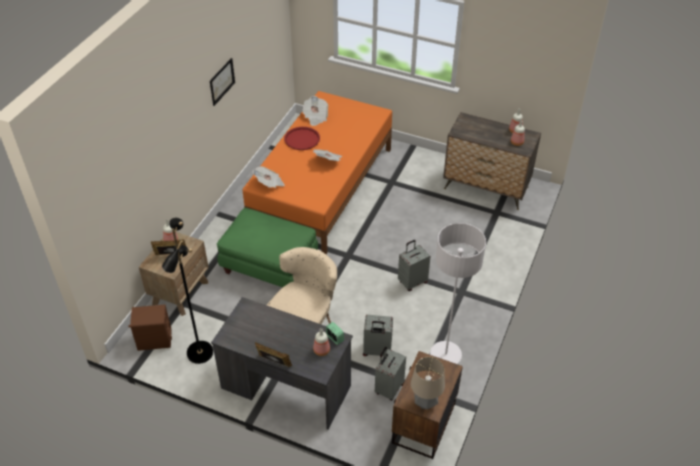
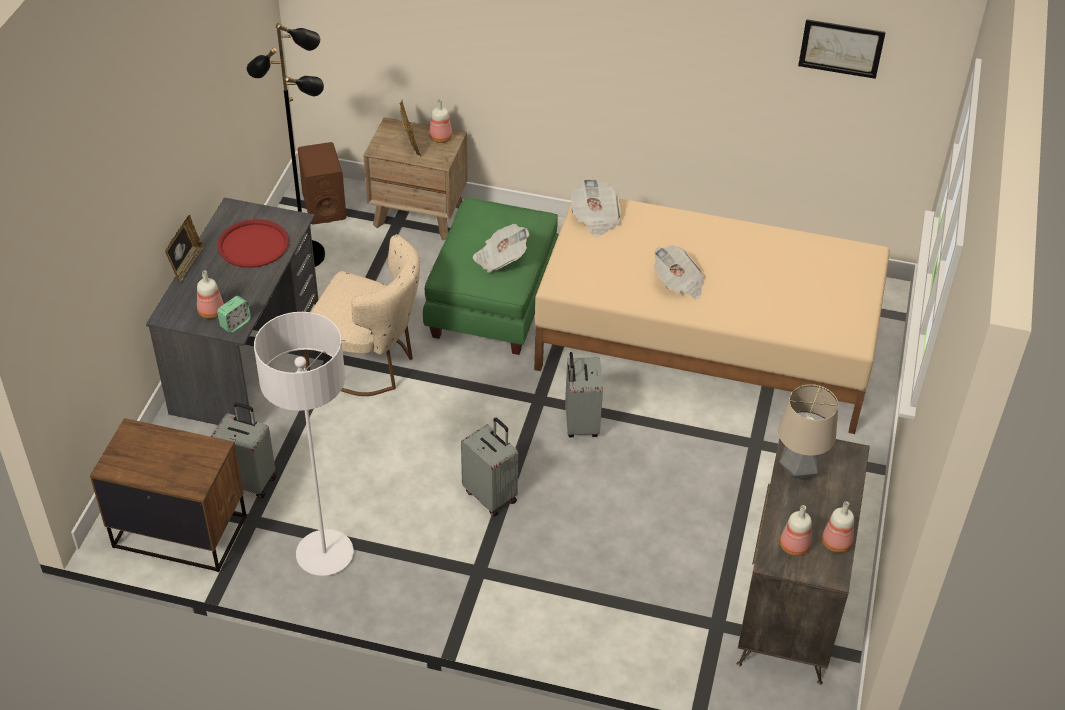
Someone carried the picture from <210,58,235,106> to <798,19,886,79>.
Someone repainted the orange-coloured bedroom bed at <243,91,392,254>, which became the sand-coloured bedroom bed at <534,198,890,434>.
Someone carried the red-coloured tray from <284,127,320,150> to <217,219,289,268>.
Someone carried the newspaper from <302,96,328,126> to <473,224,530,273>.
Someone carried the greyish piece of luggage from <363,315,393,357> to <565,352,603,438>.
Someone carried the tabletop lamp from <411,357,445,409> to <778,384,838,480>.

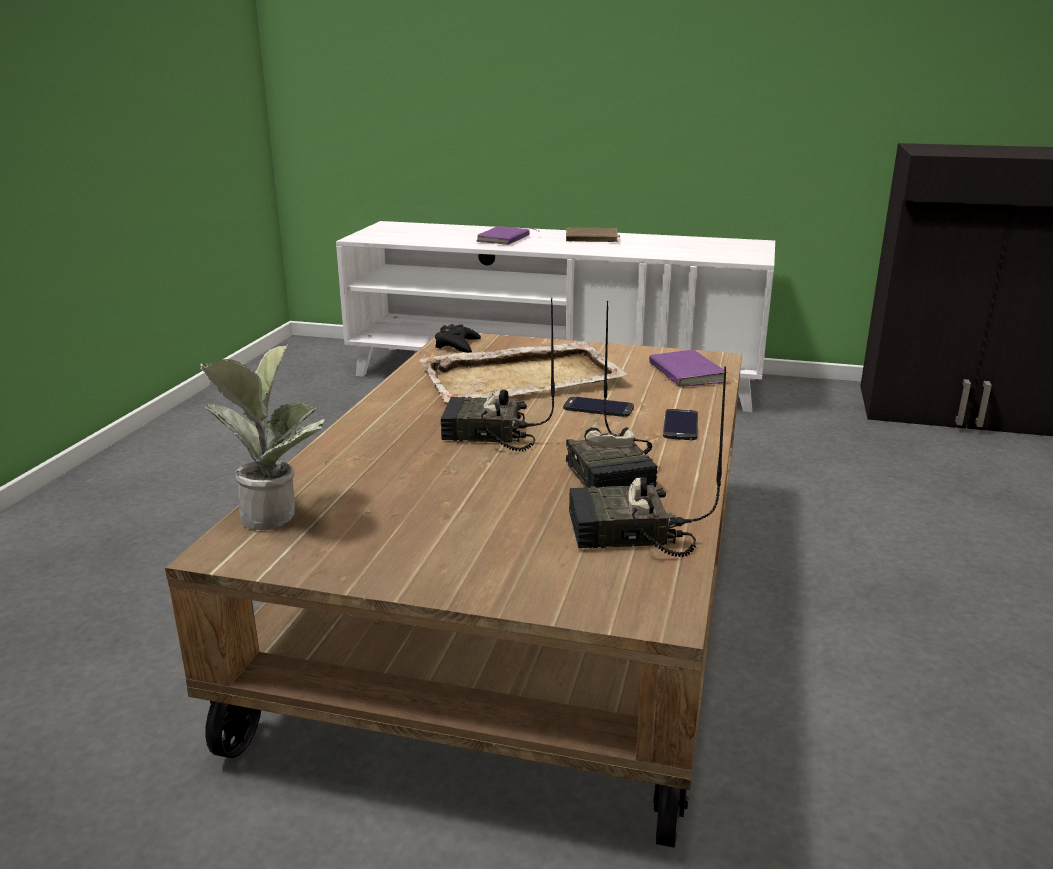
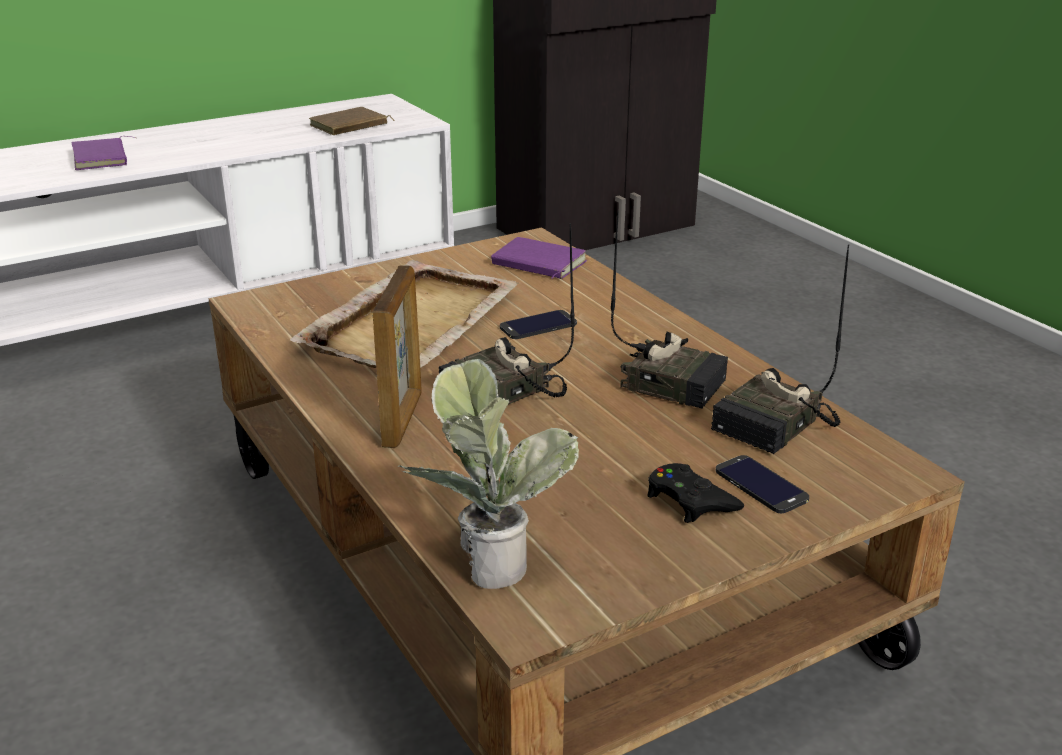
Someone carried the black-coloured game controller from <435,324,481,353> to <647,463,744,523>.
Someone carried the brownish volume from <566,227,620,242> to <309,107,395,135>.
Someone carried the telephone from <663,409,698,440> to <715,455,809,513>.
Someone put down the standing frame at <373,265,422,448>.

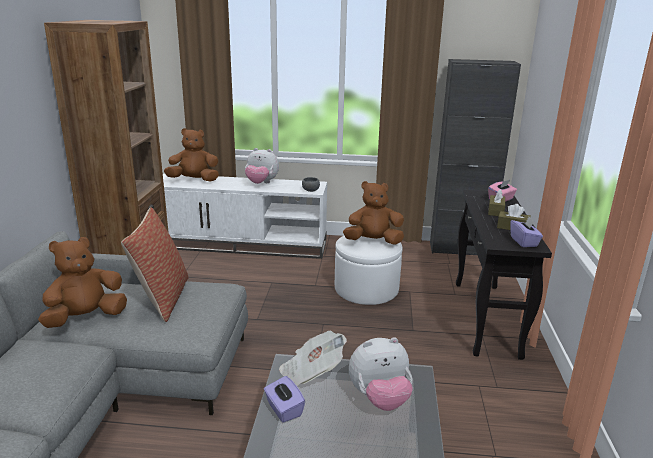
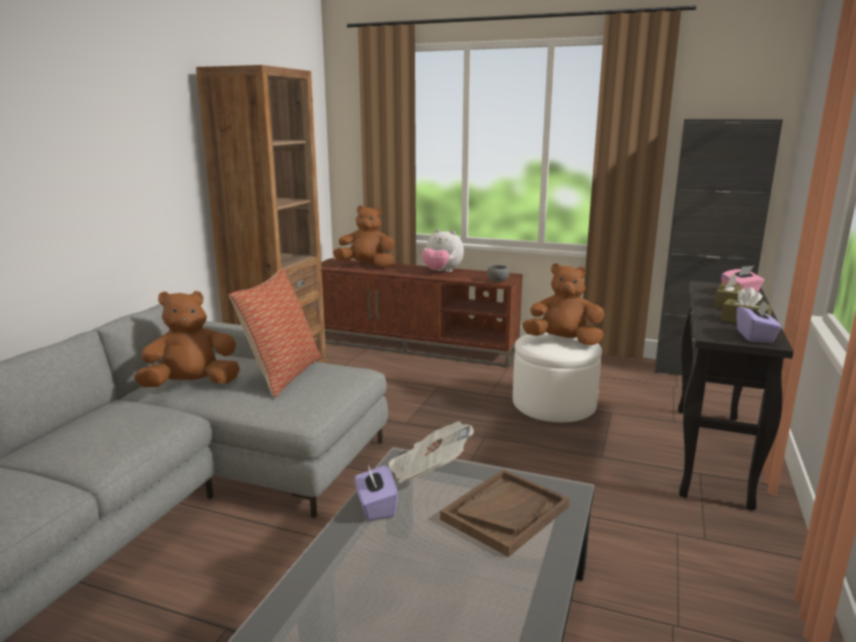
Someone repainted the white-coloured tv unit at <163,174,327,259>, which became the brownish tv unit at <321,258,523,367>.
Someone swapped the cuddly toy at <349,337,413,411> for the brownish tray at <440,469,570,557>.

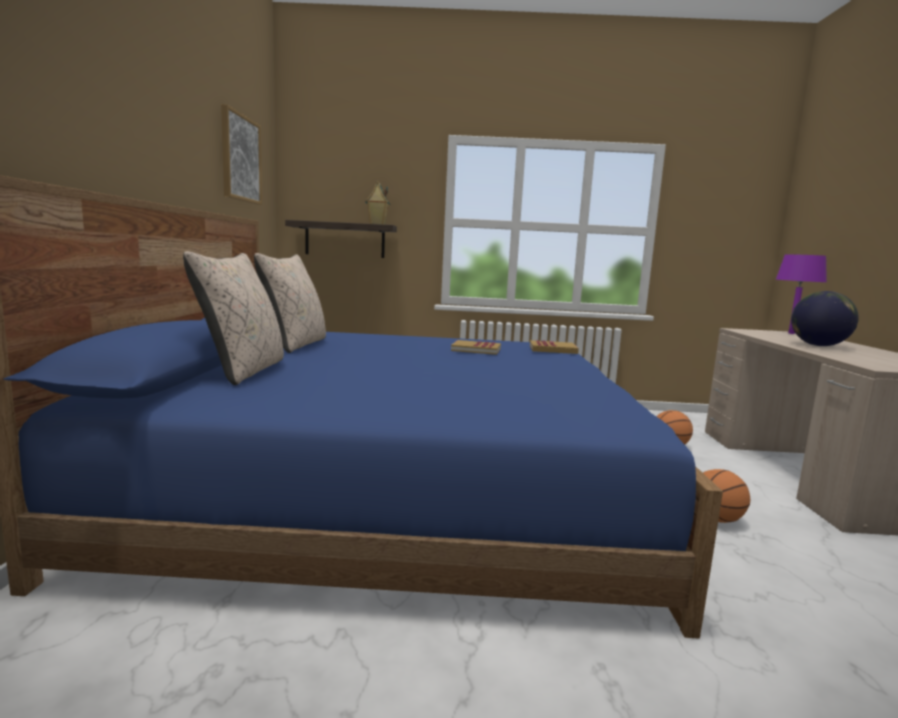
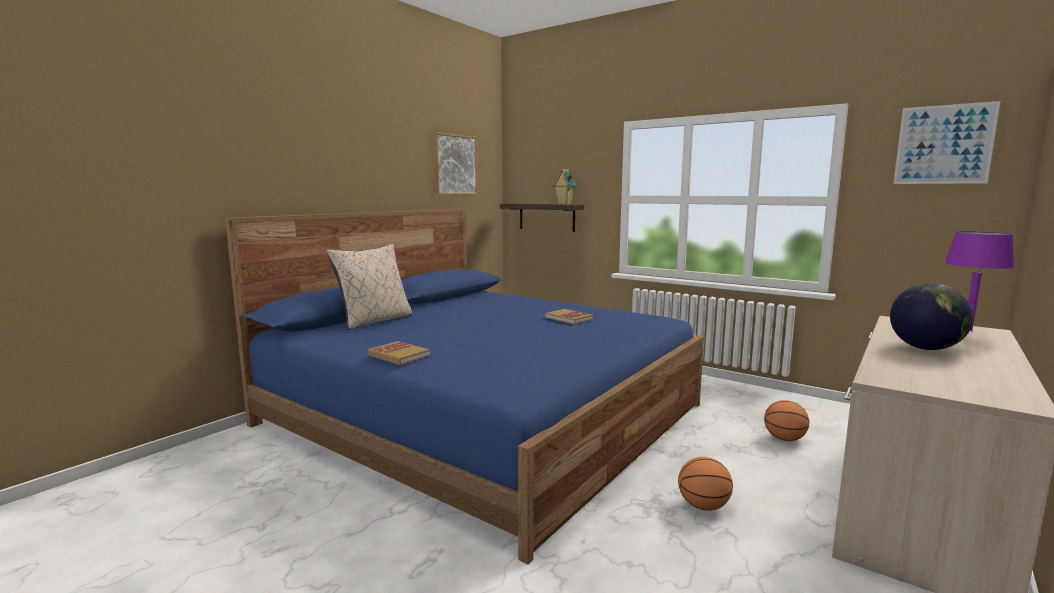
Someone took away the sand-coloured throw pillow at <254,253,326,353>.
Someone carried the volume from <530,340,579,354> to <368,341,430,365>.
Someone put up the picture at <893,101,1000,184>.

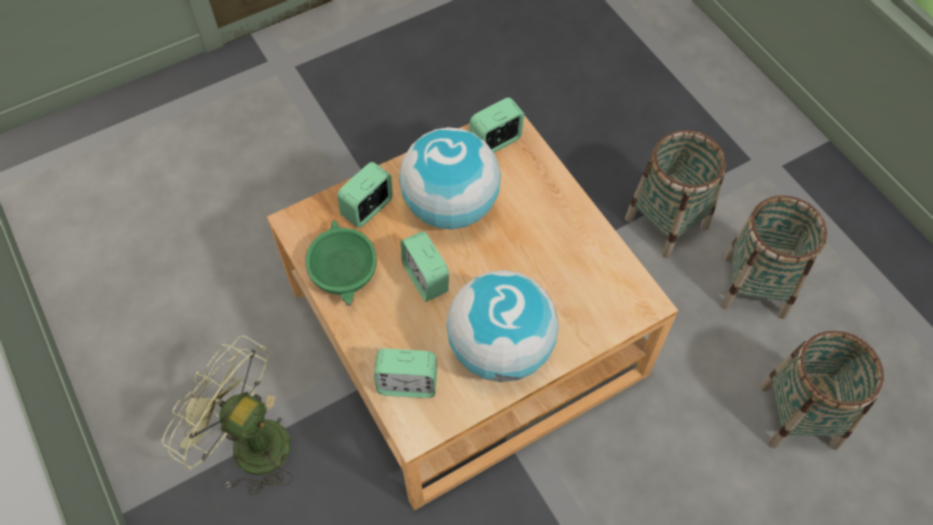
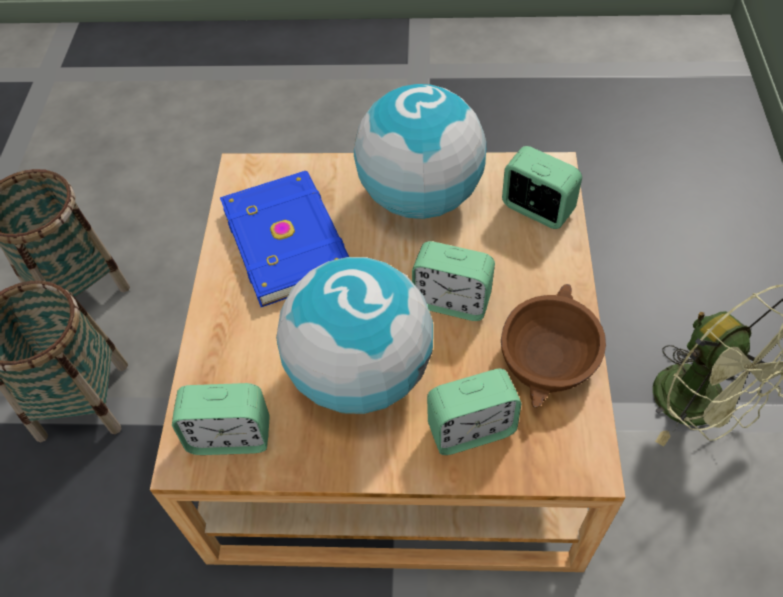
Someone repainted the greenish bowl at <305,220,377,306>, which became the brownish bowl at <501,284,606,408>.
Someone rotated the table clock at <401,231,449,302> by 105 degrees clockwise.
Someone took away the household basket at <760,330,884,450>.
Someone put down the bluish volume at <220,171,349,307>.

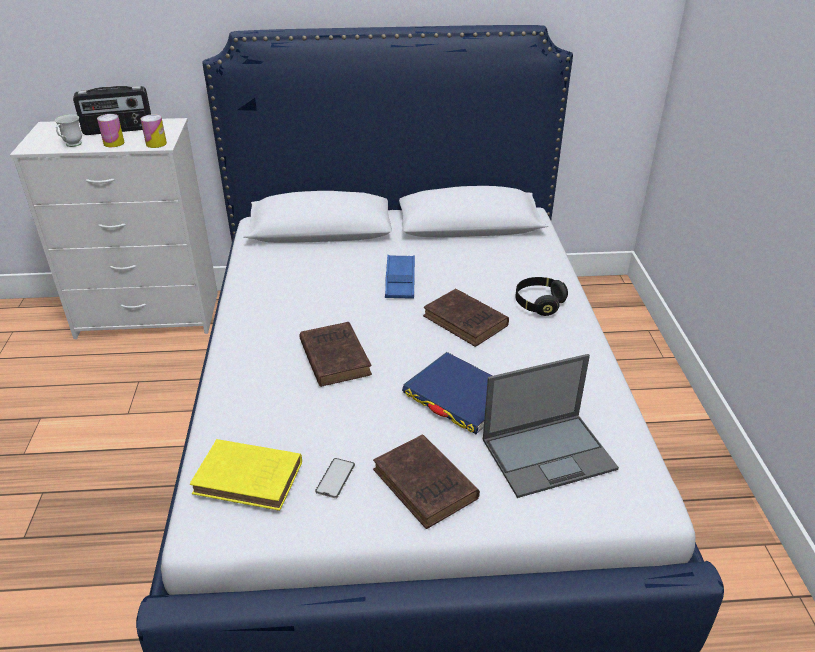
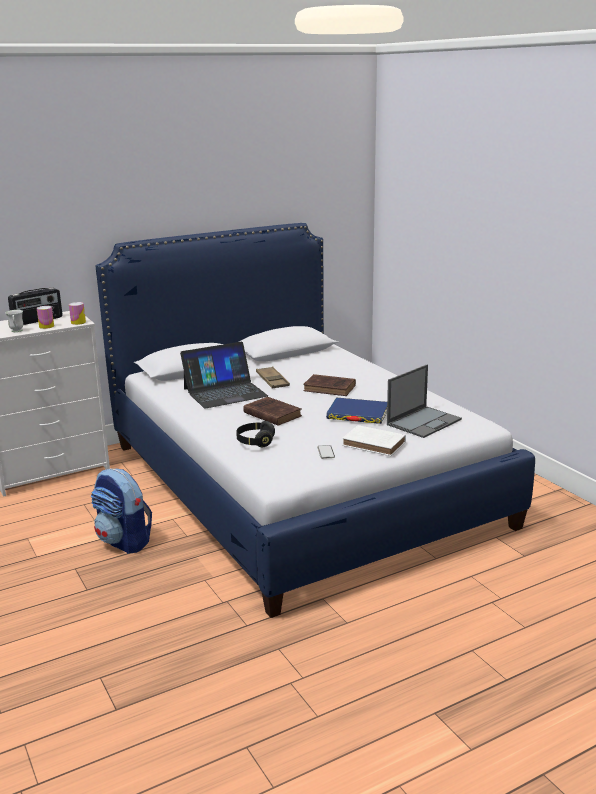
Someone took away the yellow volume at <190,439,302,511>.
Someone repainted the brownish volume at <373,435,480,529>, which became the white-coloured volume at <342,425,406,456>.
Someone repainted the bluish tray at <385,255,415,299>, which became the brownish tray at <256,366,290,389>.
Someone carried the black-coloured headset from <515,277,568,316> to <236,421,275,447>.
Someone put down the backpack at <91,468,152,554>.
Someone put down the portable computer at <180,342,268,409>.

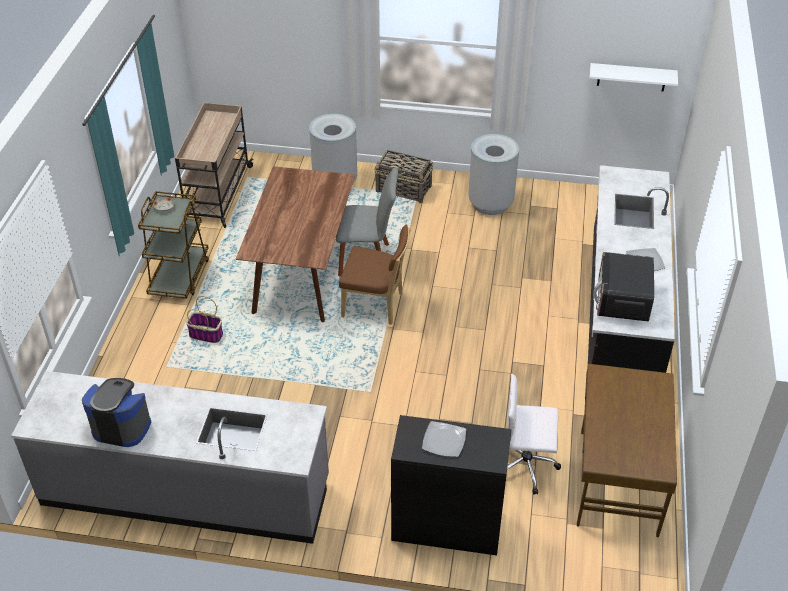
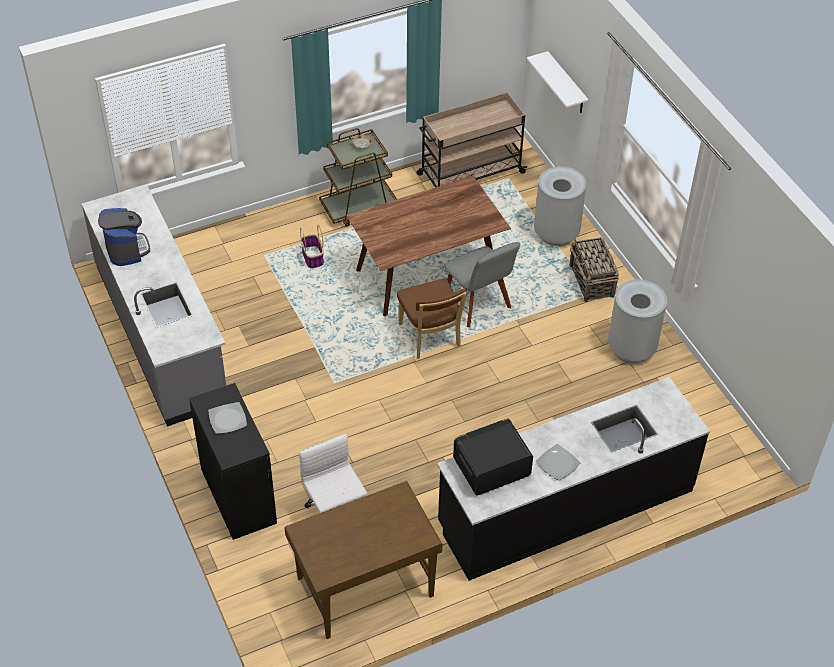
Someone carried the white-coloured wall shelf from <590,63,678,92> to <527,51,588,113>.

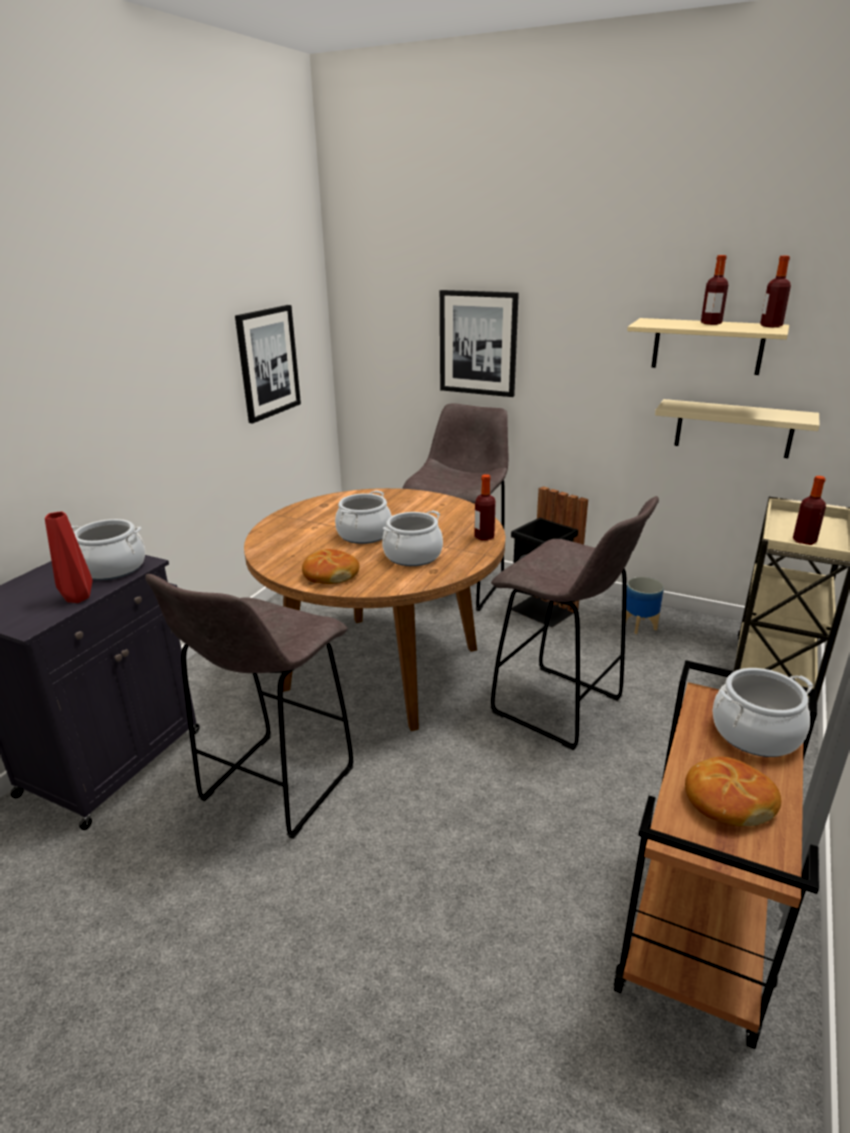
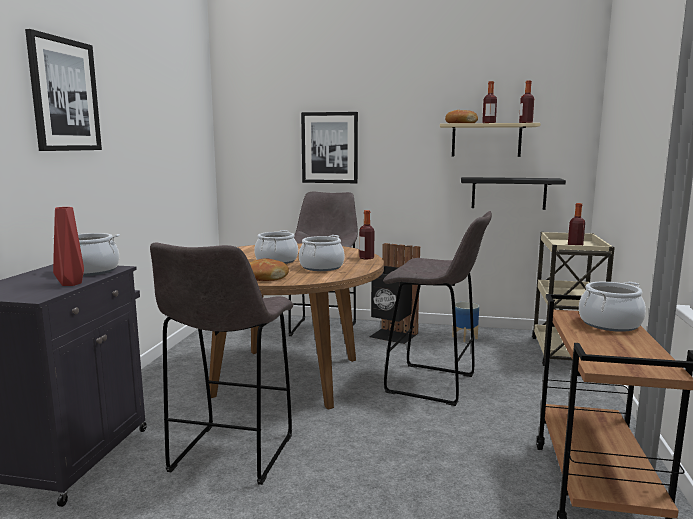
Someone carried the picture from <235,305,301,424> to <25,29,102,151>.
Someone repainted the sand-coloured wall shelf at <655,399,820,458>, which became the black-coloured wall shelf at <461,177,566,210>.
Someone carried the bread from <685,757,781,826> to <445,110,478,123>.

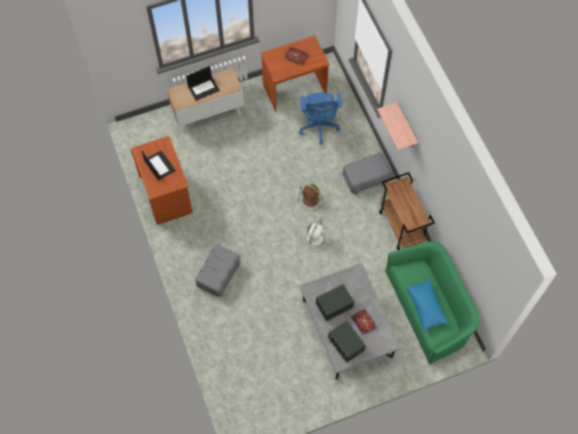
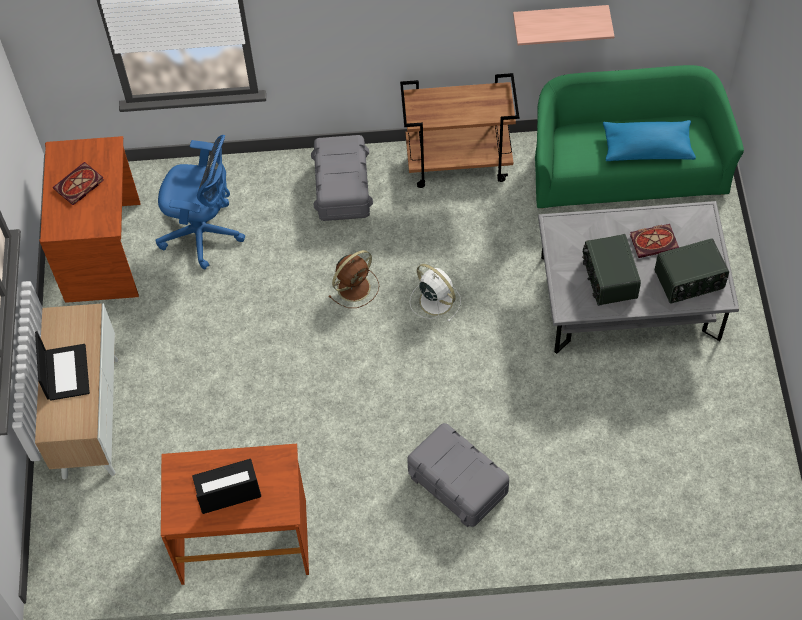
Someone carried the wall shelf from <377,102,418,150> to <513,5,615,45>.

